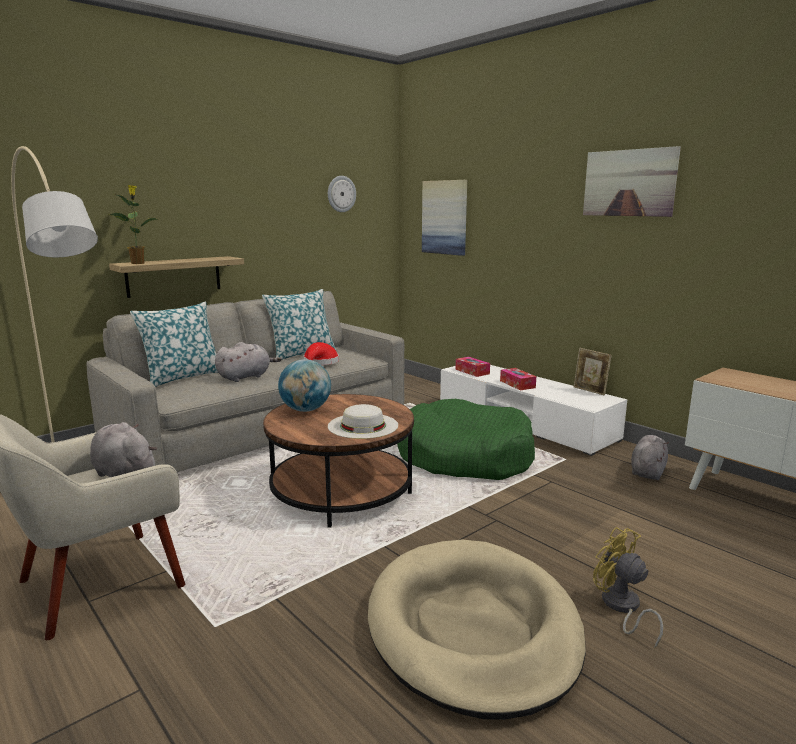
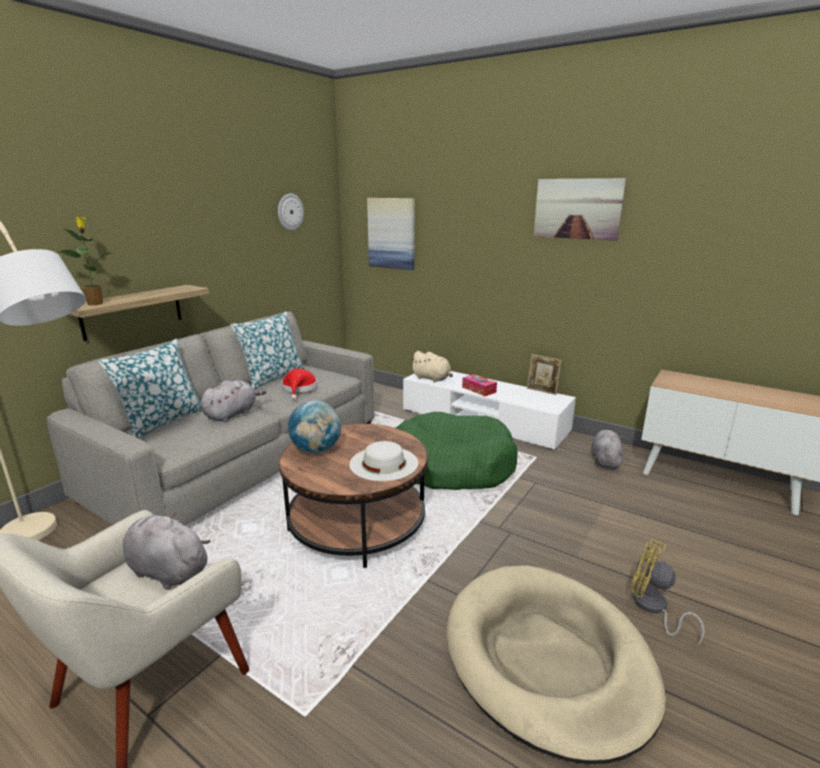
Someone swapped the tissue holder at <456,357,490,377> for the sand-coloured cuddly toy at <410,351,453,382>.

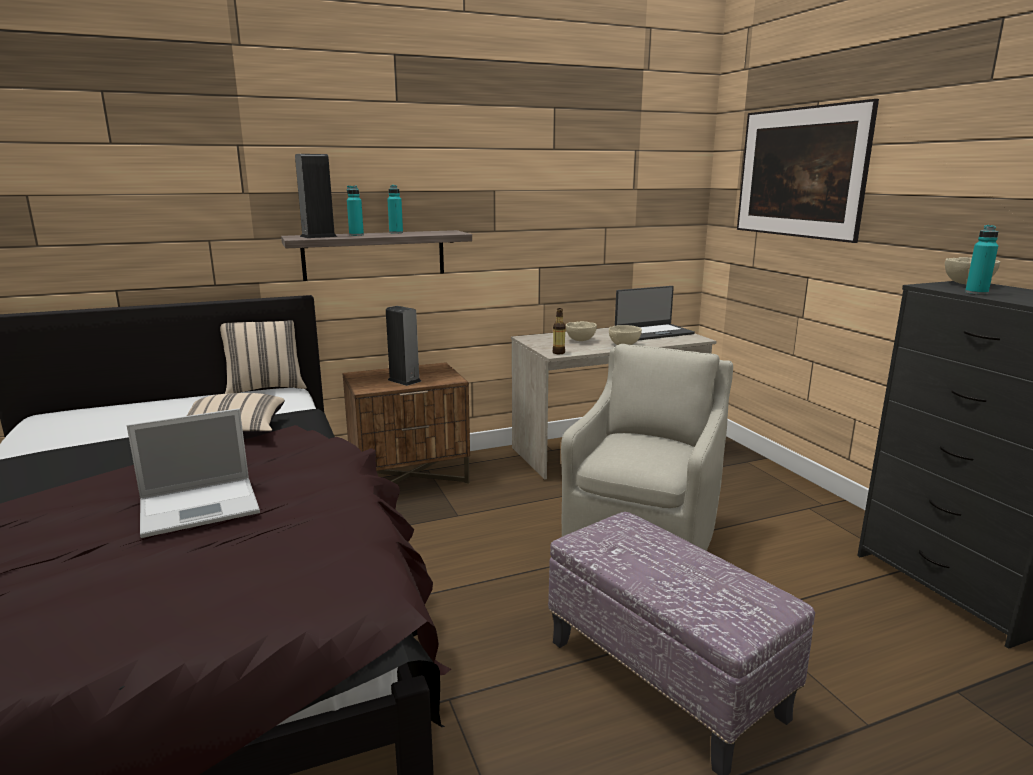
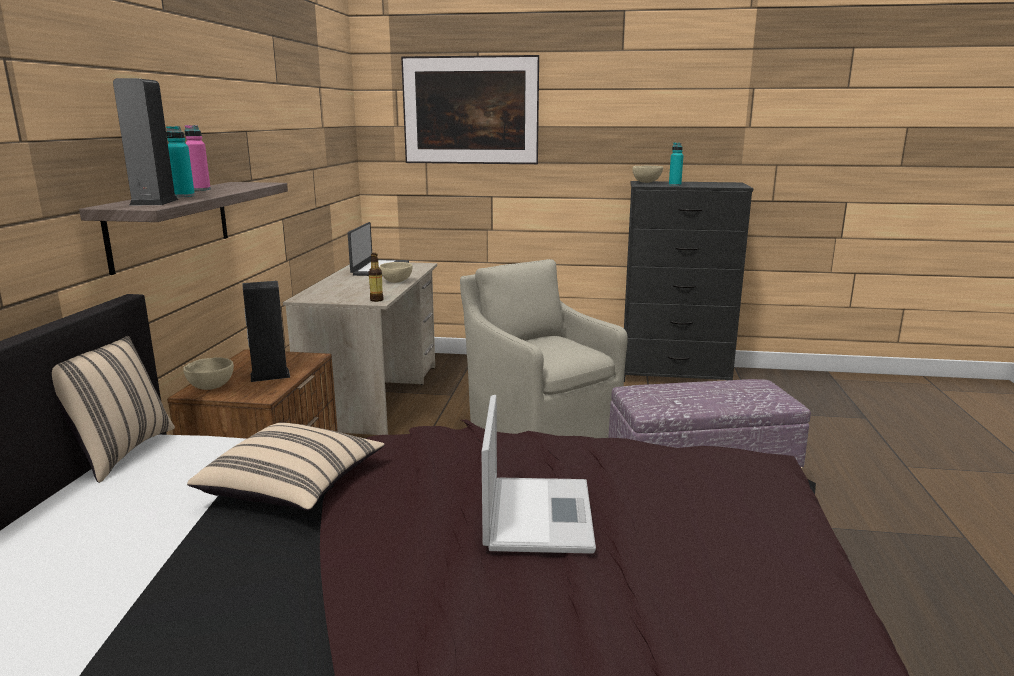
Someone repainted the turquoise-coloured drink bottle at <387,185,403,234>, which became the pinkish drink bottle at <185,125,211,191>.
Someone carried the sand-coloured bowl from <566,321,597,341> to <183,357,234,390>.

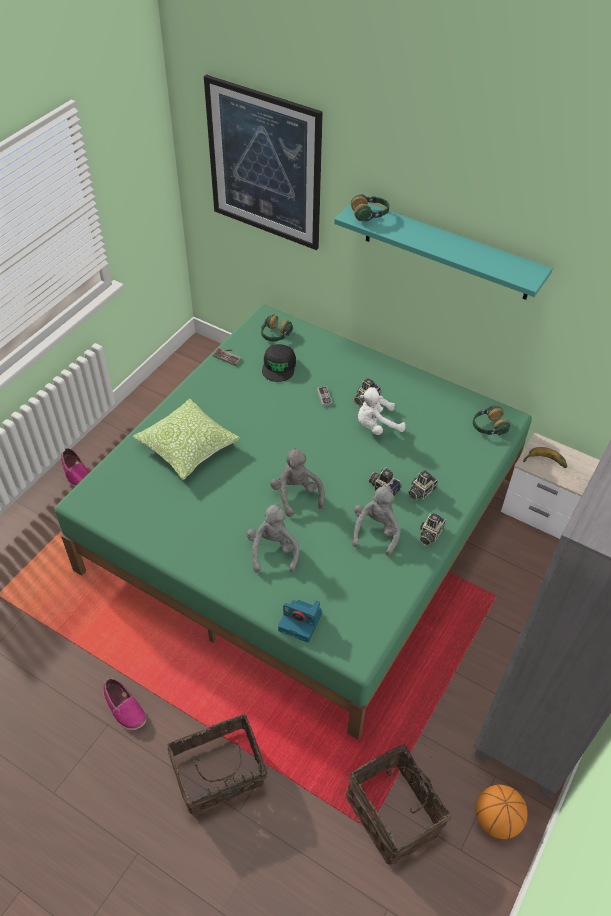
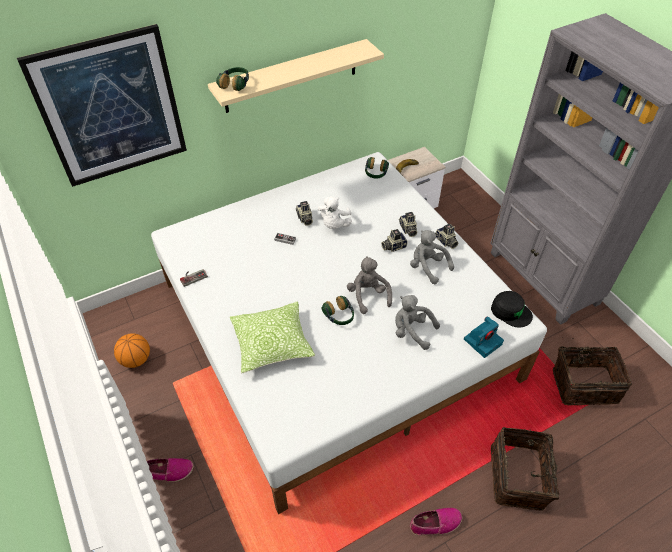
Someone repainted the greenish bedroom bed at <55,304,532,739>, which became the white-coloured bedroom bed at <151,152,547,514>.
Someone carried the headset from <261,315,293,342> to <322,296,354,325>.
Someone carried the black-coloured cap from <262,344,296,382> to <491,291,533,327>.
Someone rotated the greyish cuddly toy at <270,448,325,517> by 60 degrees clockwise.
Someone repainted the turquoise-coloured wall shelf at <334,203,552,300>, which became the sand-coloured wall shelf at <208,39,384,113>.
Someone carried the ball for basketball from <476,785,527,839> to <114,333,150,368>.

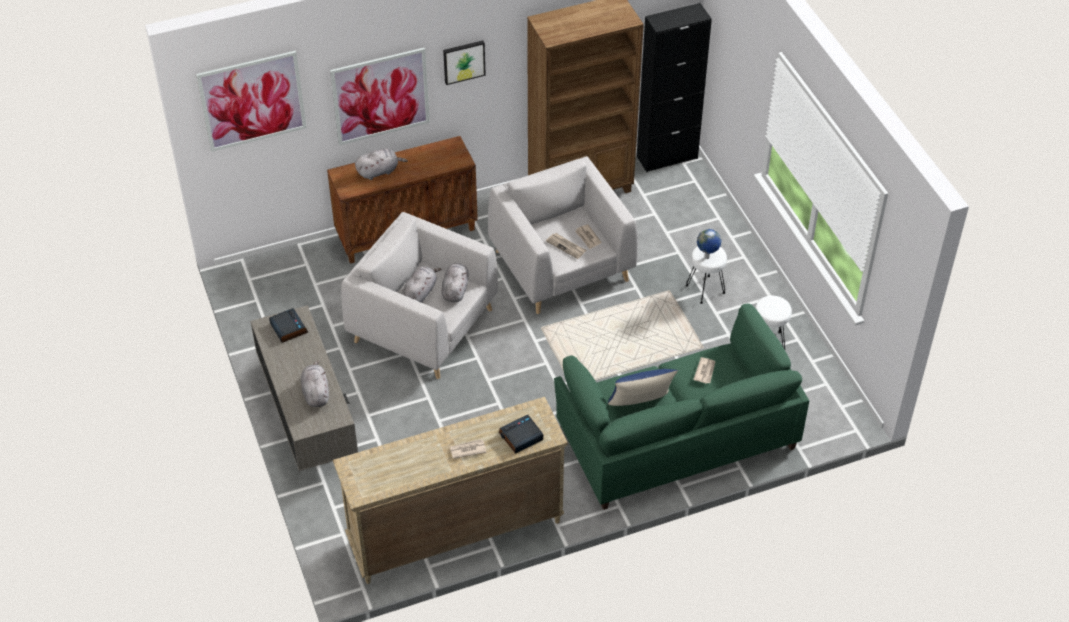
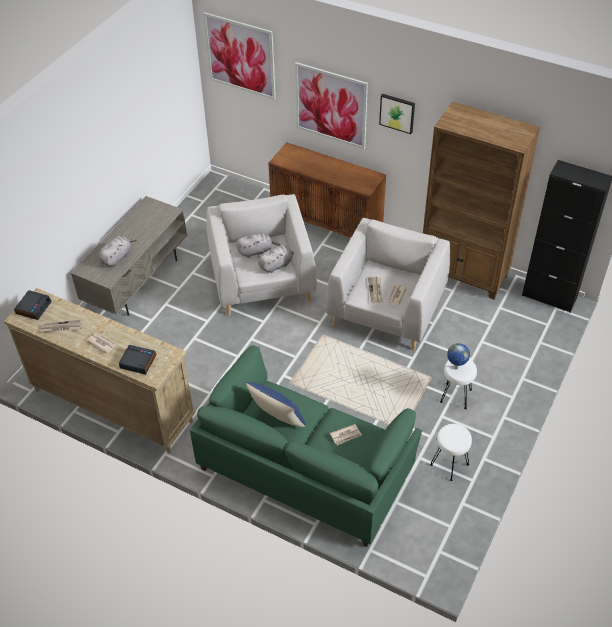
Someone carried the table clock from <269,308,308,343> to <14,290,52,320>.
Someone took away the greyish cuddly toy at <355,148,408,180>.
Someone put down the newspaper at <40,320,82,333>.

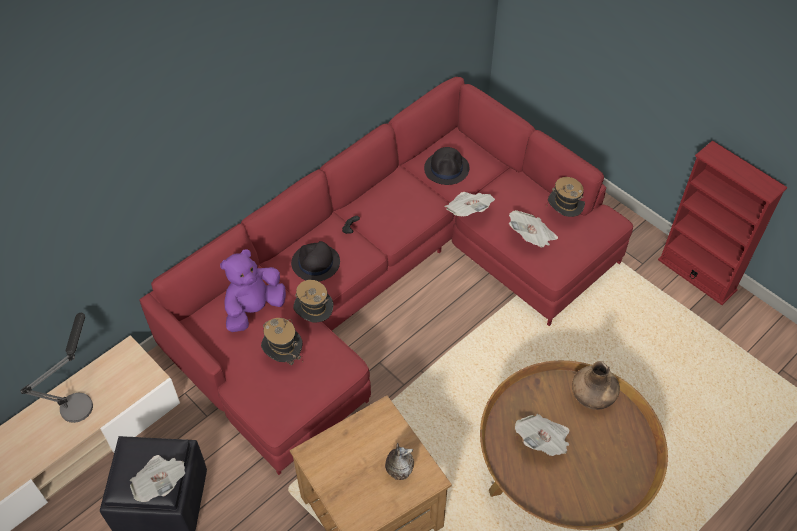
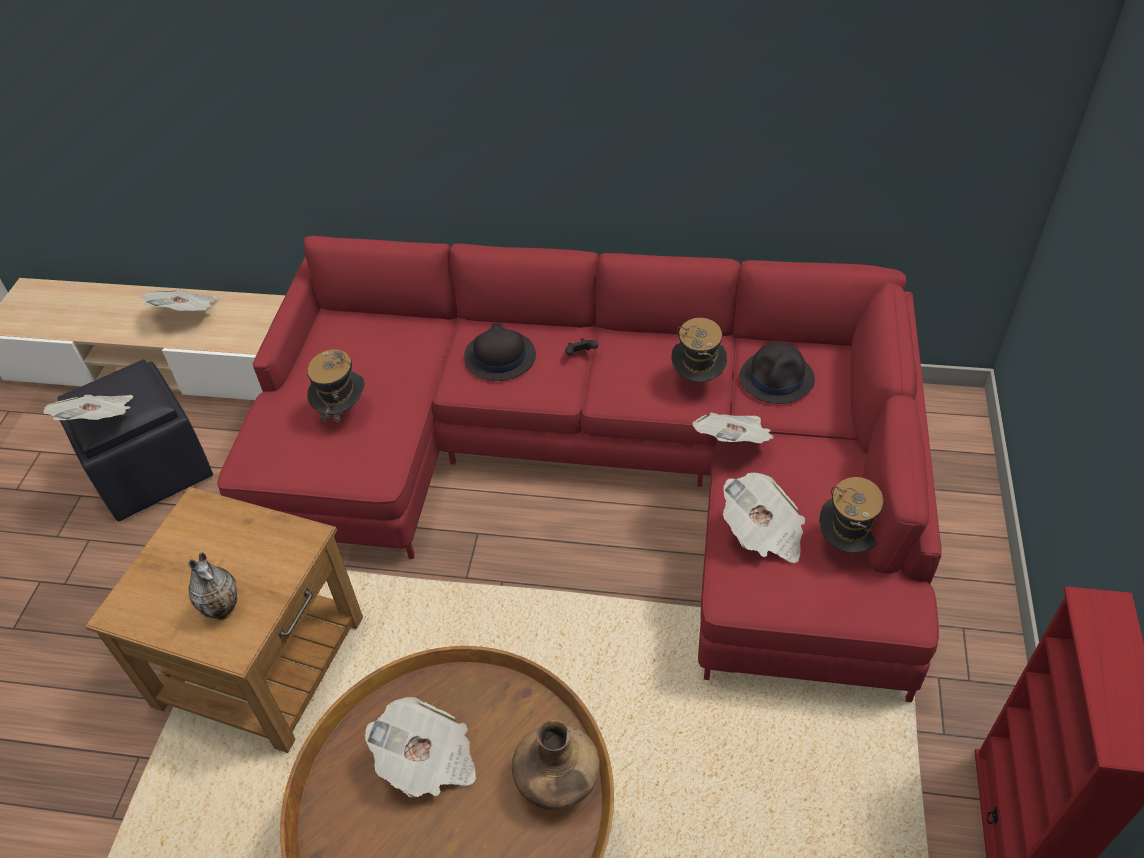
Someone swapped the tabletop lamp at <20,313,93,423> for the newspaper at <140,290,219,311>.
Someone took away the purple cuddly toy at <220,249,286,332>.
Someone carried the hat from <293,280,334,322> to <671,318,727,382>.

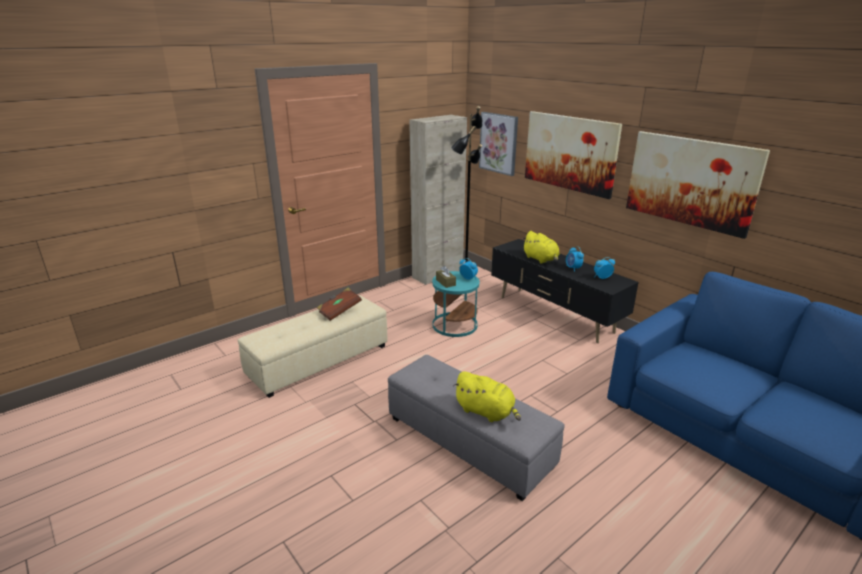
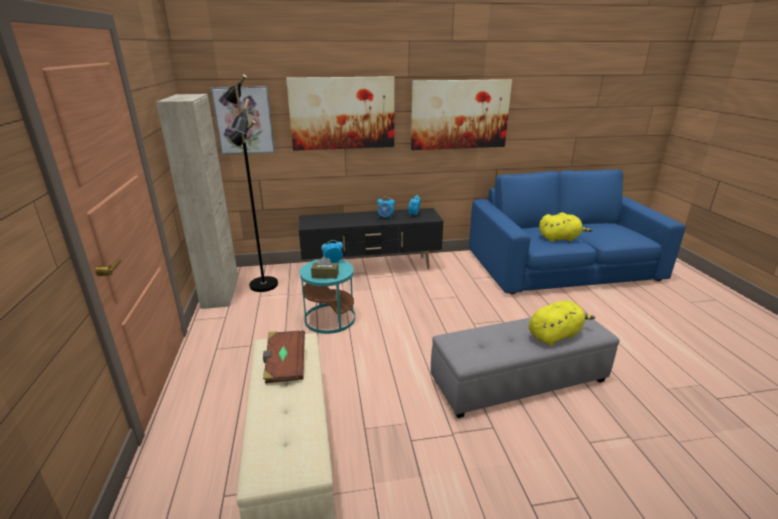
Someone carried the yellow cuddly toy from <523,231,560,264> to <539,212,592,242>.

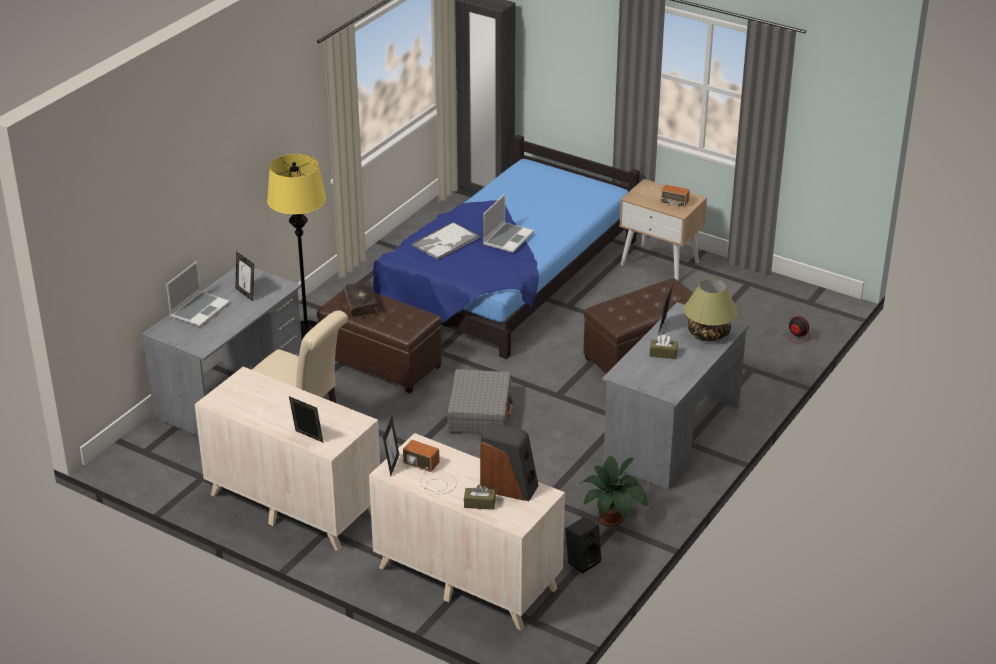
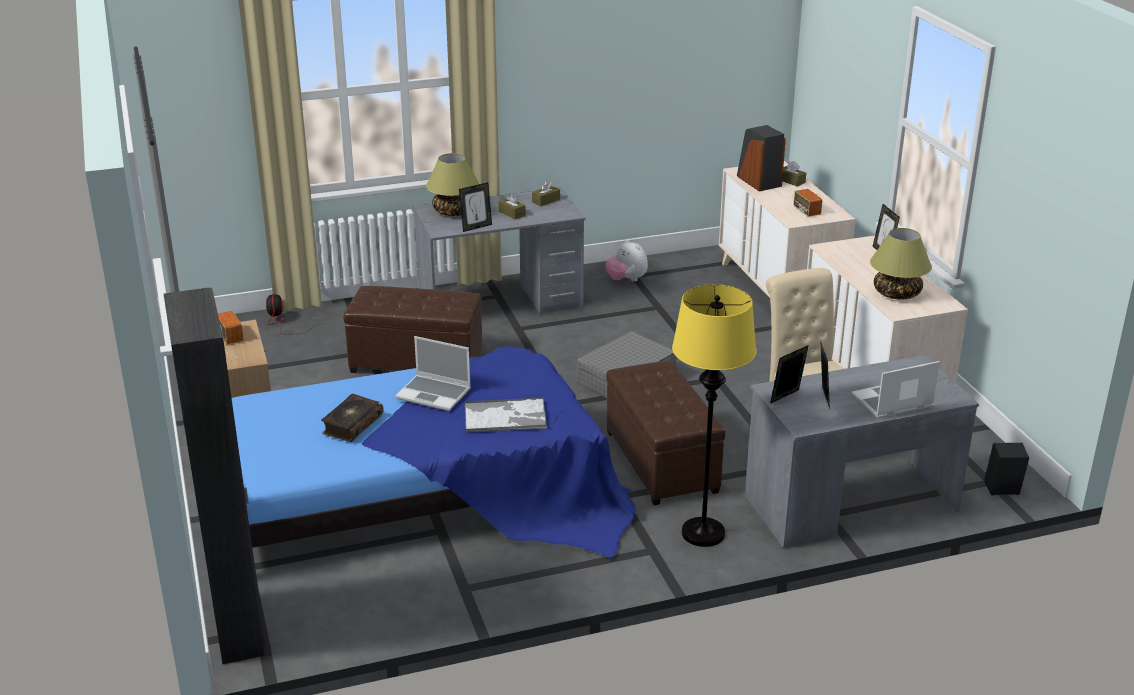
Someone carried the volume from <343,281,379,318> to <321,394,383,442>.
Someone carried the standing frame from <383,417,399,476> to <770,345,809,404>.
Someone rotated the portable computer at <483,194,534,253> by 135 degrees counterclockwise.
Someone carried the black-coloured speaker from <565,517,601,574> to <984,443,1029,495>.
Someone swapped the houseplant at <580,456,648,526> for the cuddly toy at <606,239,648,282>.
Someone put down the brownish tissue holder at <532,181,560,206>.
Someone put down the tabletop lamp at <870,228,932,300>.

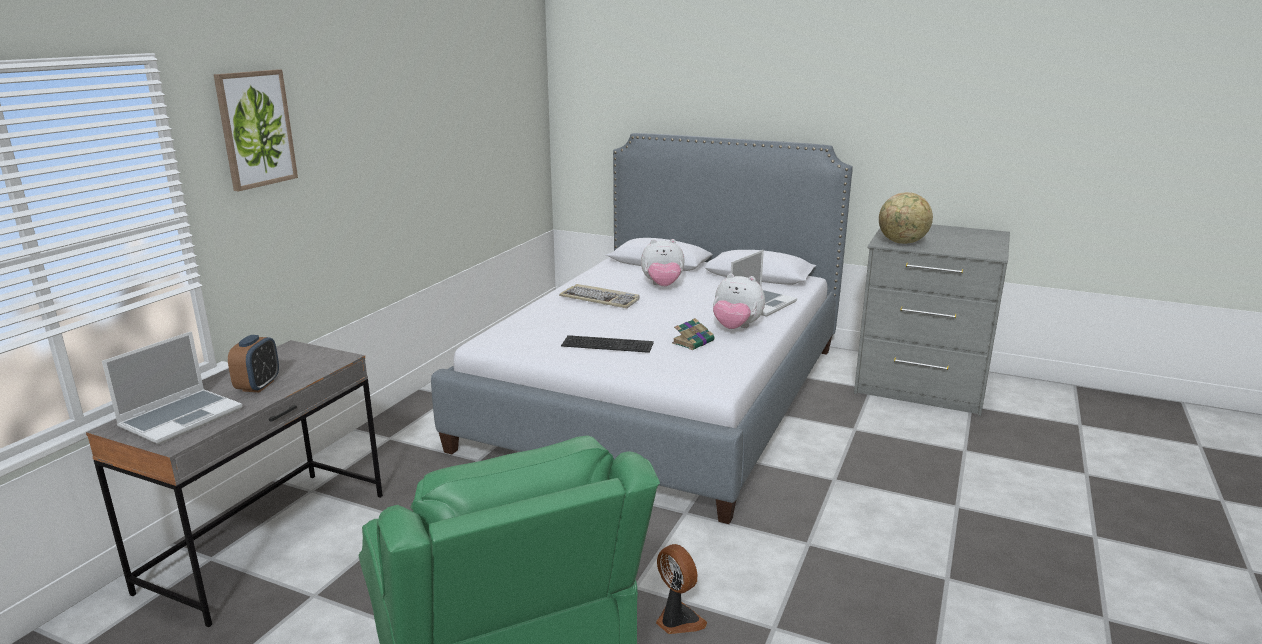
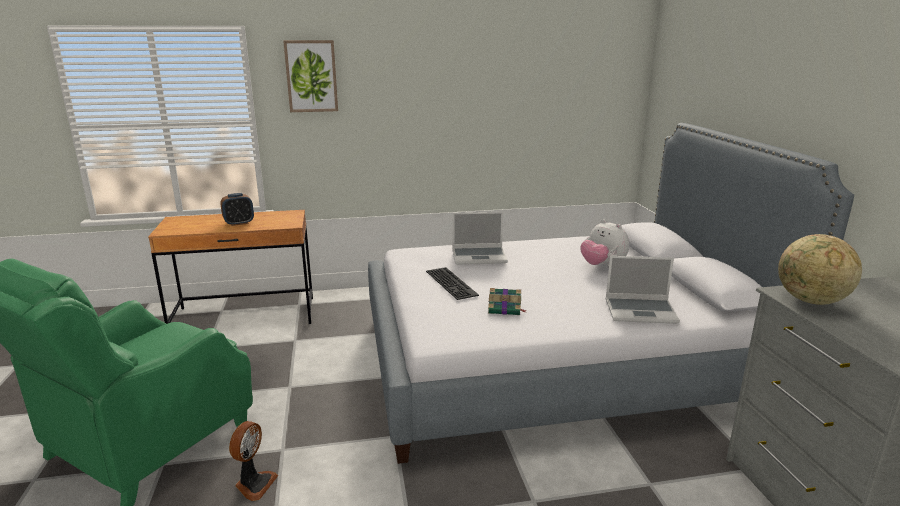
Someone repainted the greyish desk at <86,340,383,627>, which became the brownish desk at <148,210,313,324>.
Someone carried the portable computer from <102,331,242,444> to <452,212,508,265>.
Someone took away the PC keyboard at <559,284,640,308>.
Someone took away the cuddly toy at <713,273,765,329>.

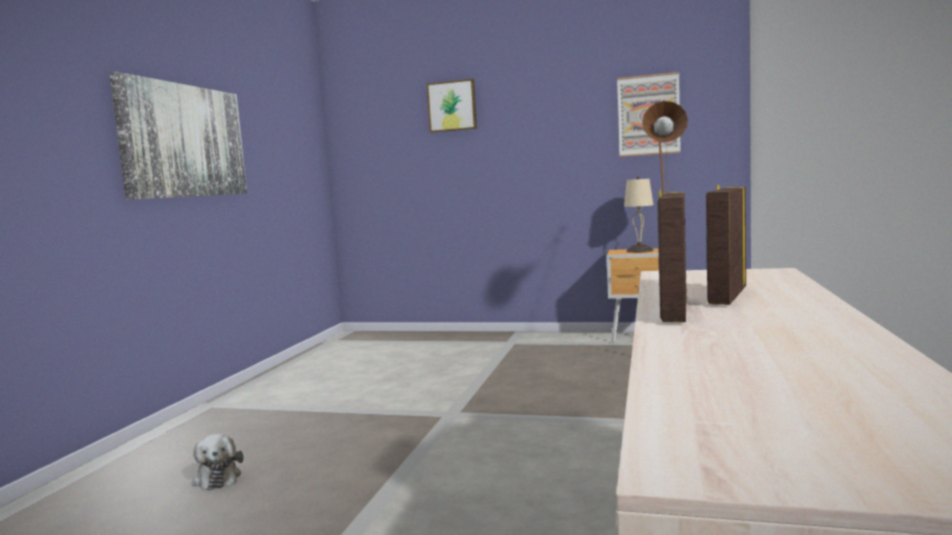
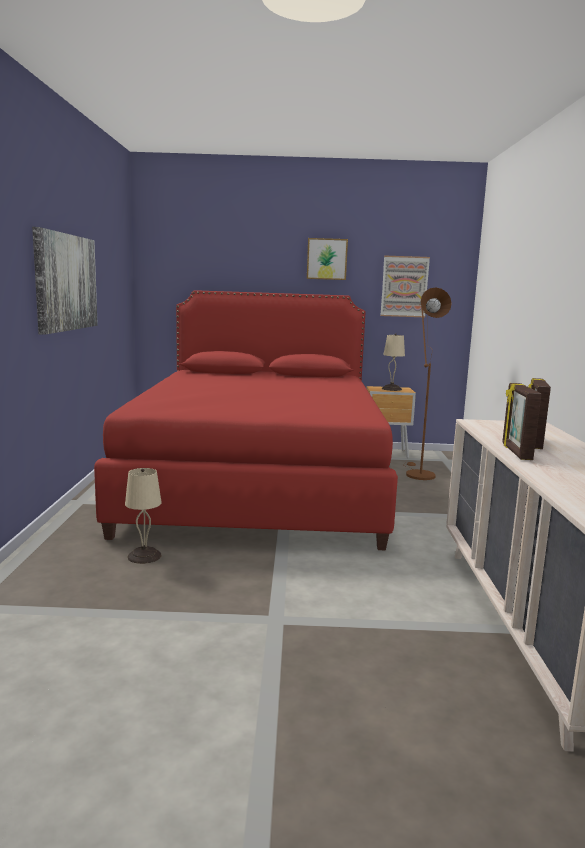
Someone swapped the cuddly toy at <192,434,243,490> for the sand-coloured tabletop lamp at <125,468,162,564>.
Someone carried the picture from <427,79,477,133> to <307,238,348,280>.
Someone put down the red-coloured bedroom bed at <94,290,398,551>.

